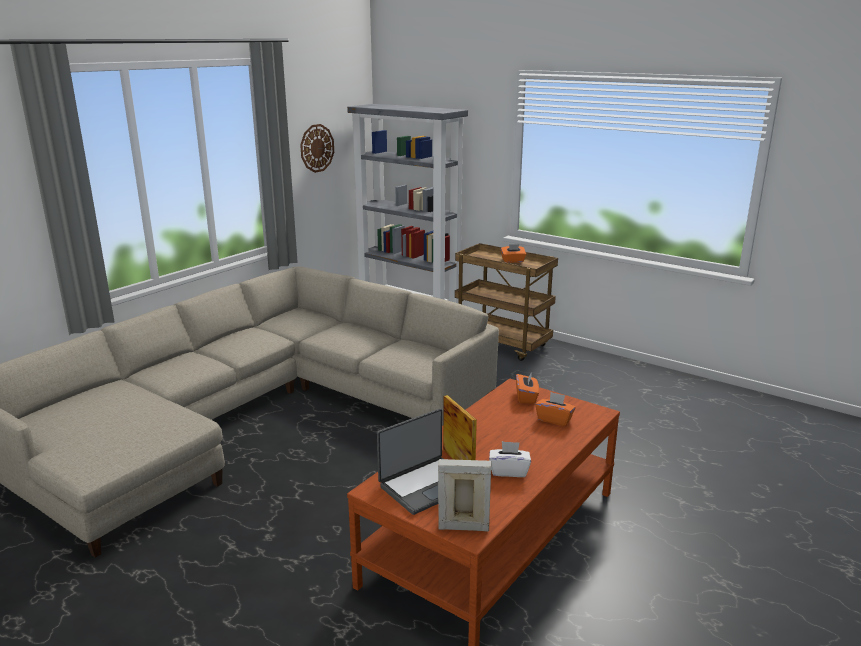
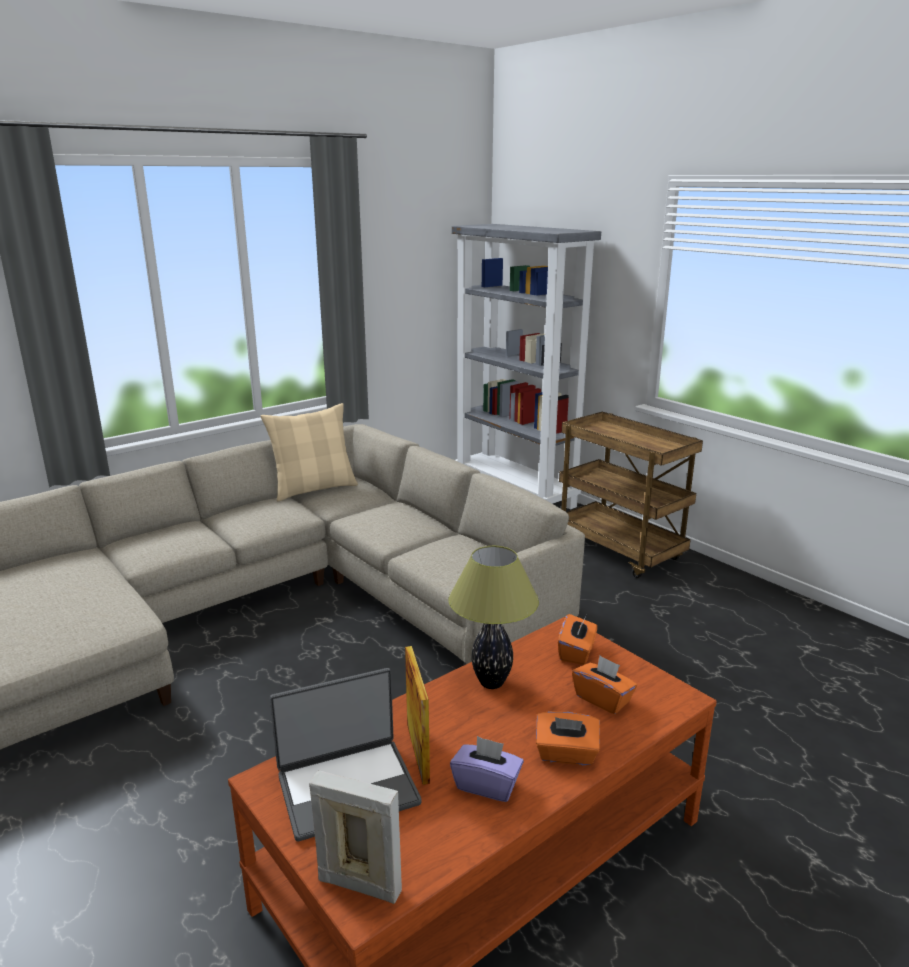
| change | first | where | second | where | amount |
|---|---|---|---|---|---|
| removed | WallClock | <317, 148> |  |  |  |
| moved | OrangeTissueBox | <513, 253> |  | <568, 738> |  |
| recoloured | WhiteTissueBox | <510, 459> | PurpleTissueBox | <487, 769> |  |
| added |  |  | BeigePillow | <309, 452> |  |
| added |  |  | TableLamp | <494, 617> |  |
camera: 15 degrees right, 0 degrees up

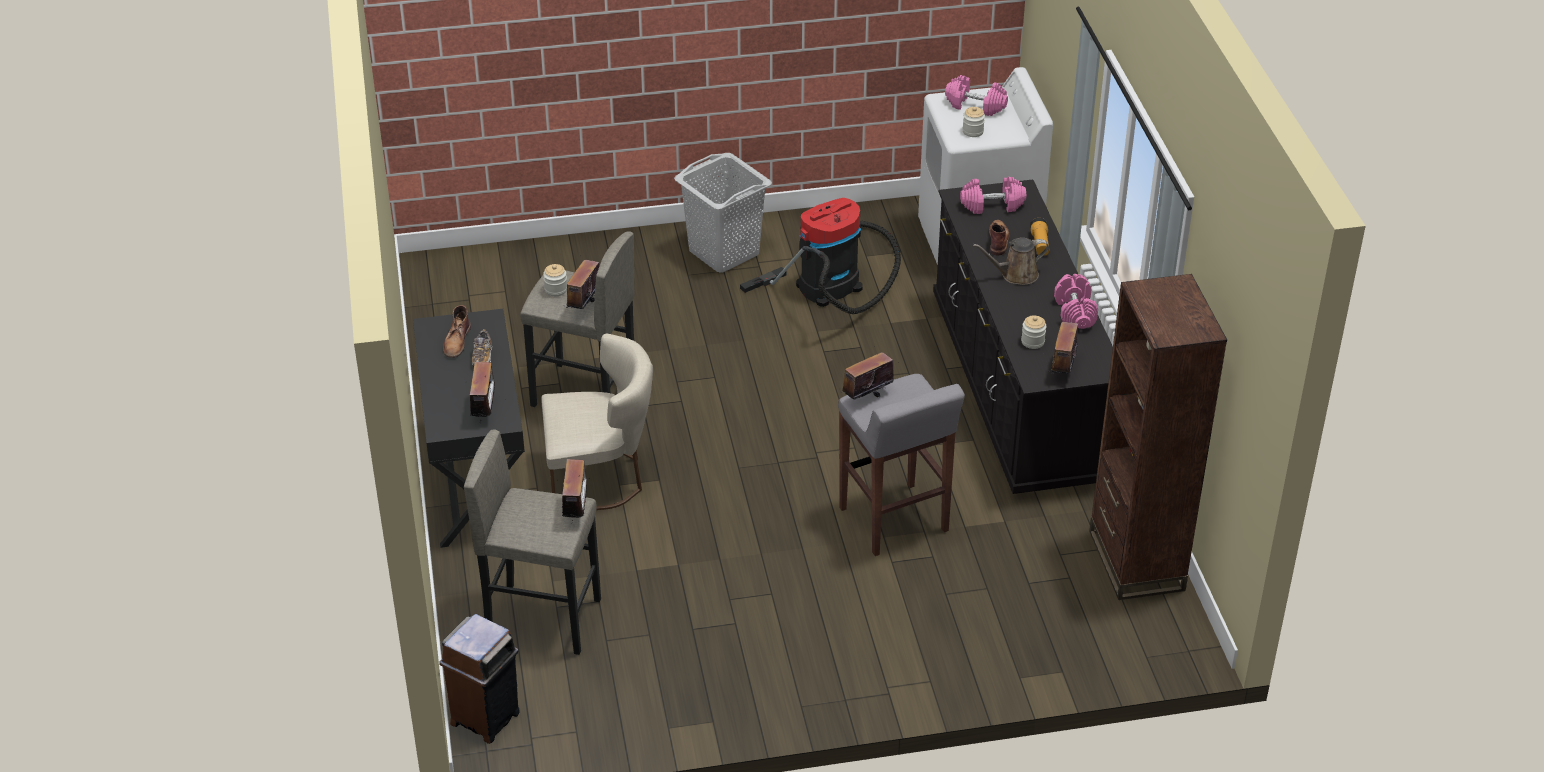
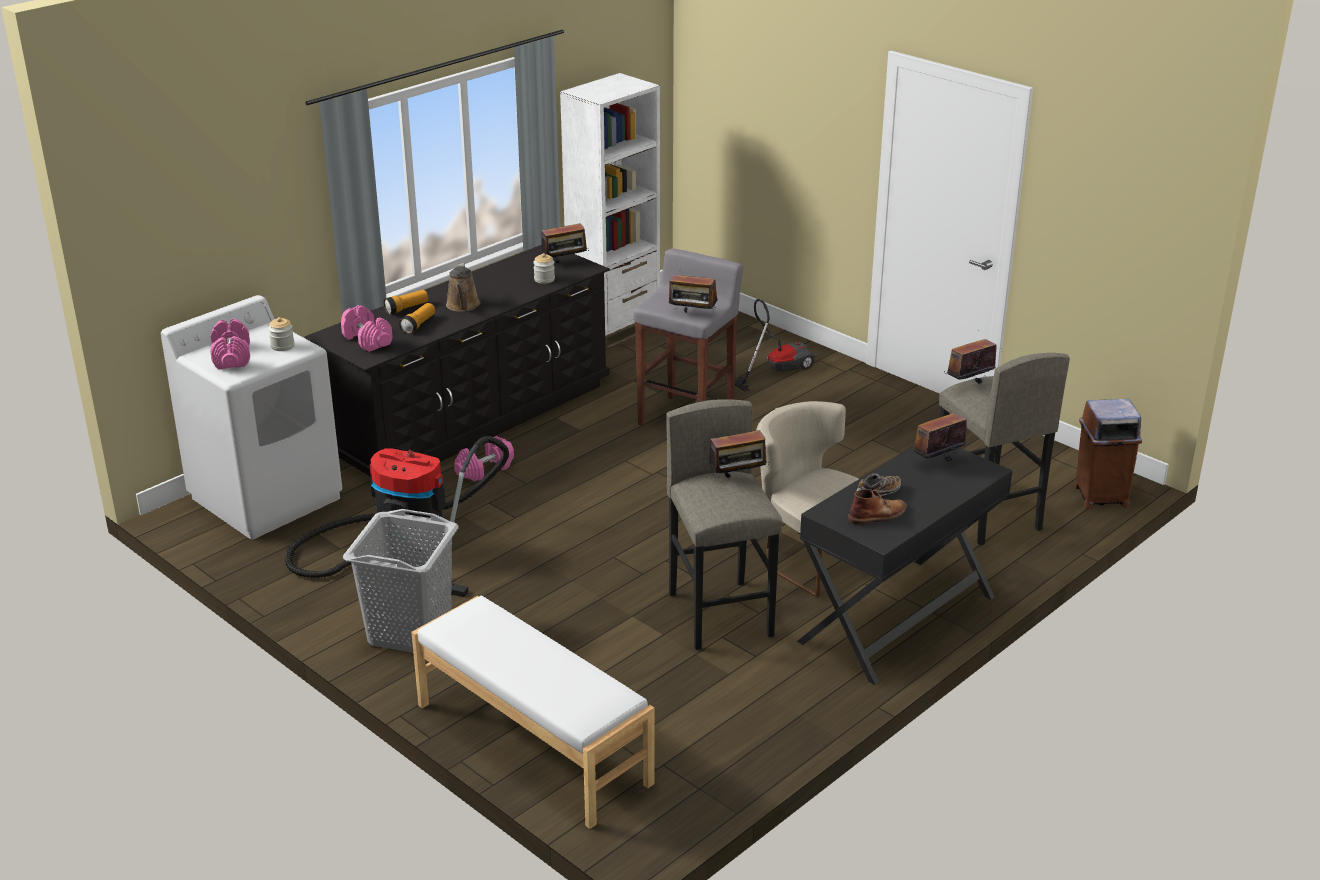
| change | first | where | second | where | amount |
|---|---|---|---|---|---|
| replaced | BrownBoot | <999, 237> | Flashlight | <417, 318> |  |
| turned | BrownWateringCan | <1011, 261> |  | <463, 287> | 45 degrees clockwise |
| removed | Jar | <555, 280> |  |  |  |
| moved | PinkDumbbell | <1076, 301> |  | <484, 459> |  |
| recoloured | BrownBookcase | <1158, 437> | WhiteBookcase | <610, 212> |  |
| added |  |  | VacuumCleaner | <770, 345> |  |
| added |  |  | WhiteBench | <533, 712> |  |
camera: 125 degrees left, 10 degrees down

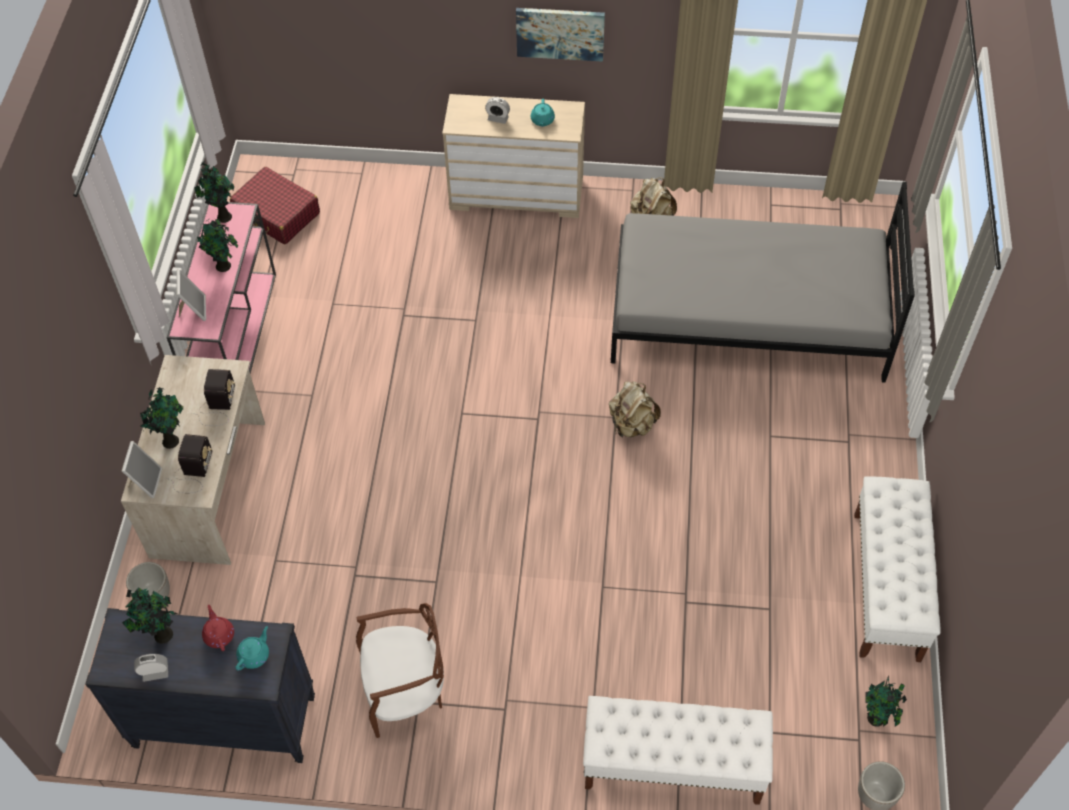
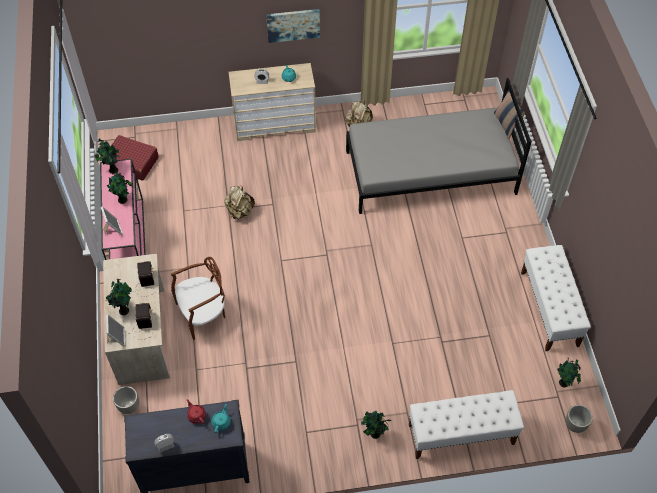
| change | first | where | second | where | amount |
|---|---|---|---|---|---|
| moved | BeigeBackpack | <635, 409> |  | <239, 202> |  |
| moved | PottedPlant | <149, 615> |  | <376, 425> |  |
| moved | BrownChair | <400, 670> |  | <198, 298> |  |
| added |  |  | Pillow | <509, 114> |  |
camera: 15 degrees left, 0 degrees up

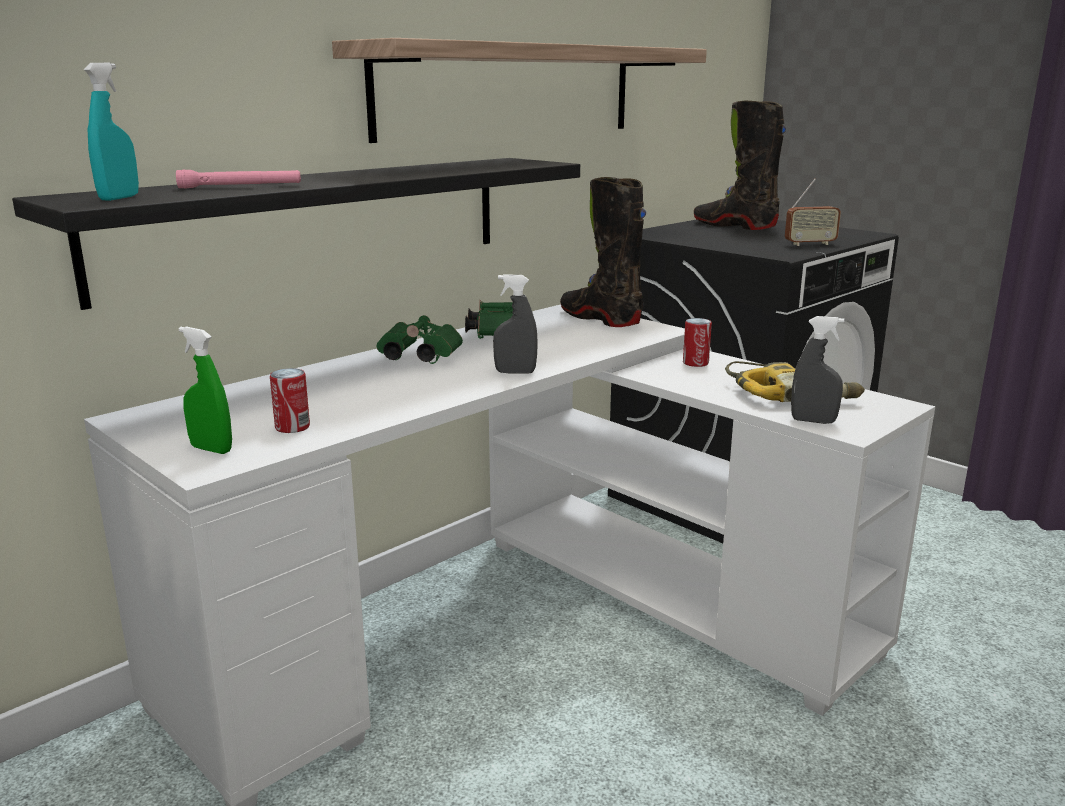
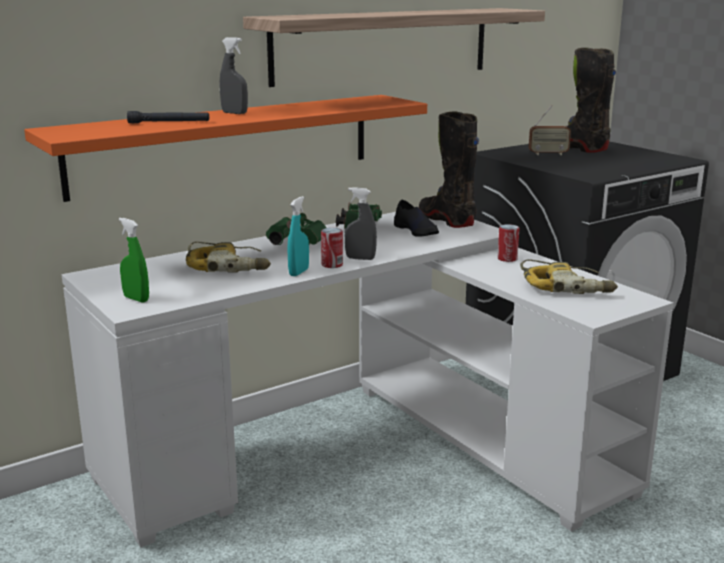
| change | first | where | second | where | amount |
|---|---|---|---|---|---|
| moved | TurquoiseSprayBottle | <111, 132> |  | <298, 236> |  |
| recoloured | BlackShelf | <296, 234> | OrangeShelf | <225, 148> |  |
| recoloured | PinkFlashlight | <238, 179> | BlackFlashlight | <168, 117> |  |
| moved | Radio | <813, 212> |  | <550, 130> |  |
| moved | GreySprayBottle | <818, 370> |  | <234, 75> |  |
| moved | Can | <290, 400> |  | <332, 248> |  |
| added |  |  | BlackShoe | <416, 218> |  |
| added |  |  | PowerDrill | <228, 256> |  |
camera: 10 degrees right, 0 degrees up

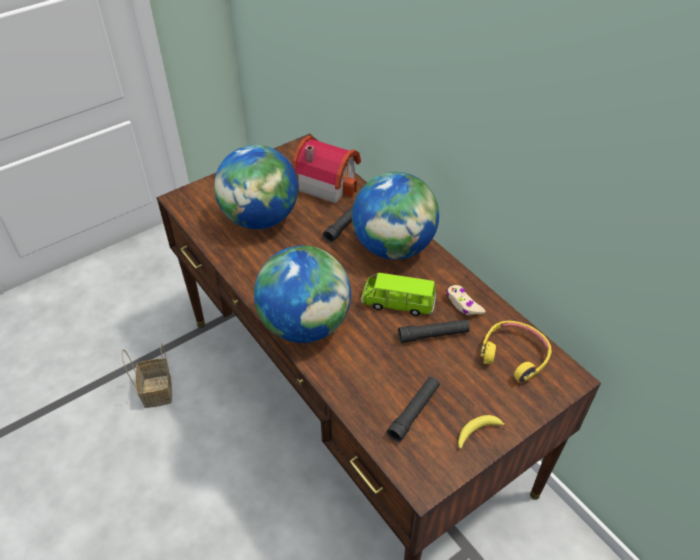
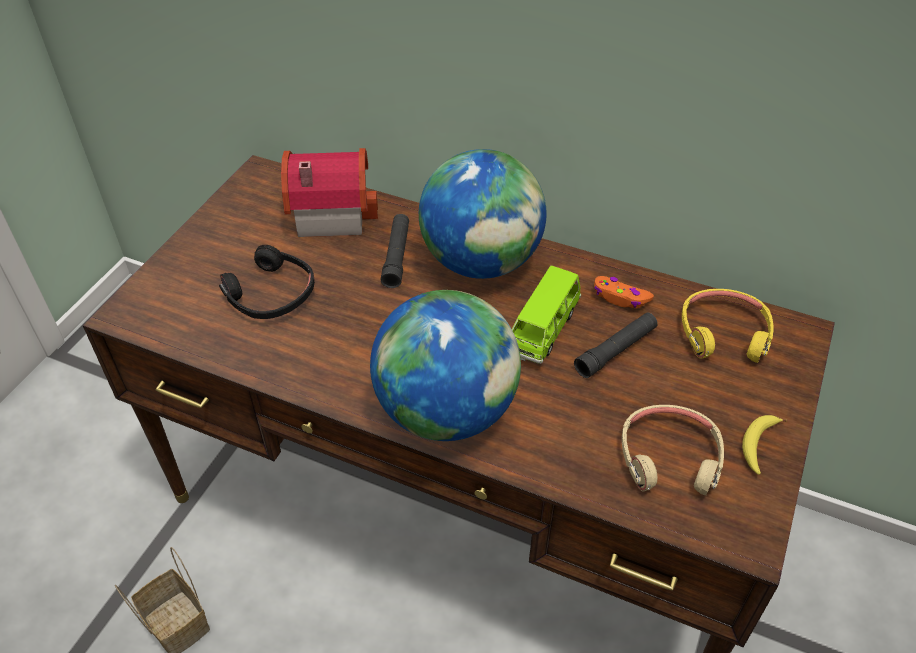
| change | first | where | second | where | amount |
|---|---|---|---|---|---|
| replaced | Globe | <256, 187> | BlackHeadphones | <267, 282> |  |
| turned | GreenToyCar | <398, 294> |  | <546, 315> | 45 degrees counterclockwise |
| recoloured | BeigeGameController | <465, 300> | OrangeGameController | <624, 292> |  |
| replaced | BlackFlashlight | <413, 409> | BeigeHeadphones | <673, 450> |  |
camera: 30 degrees left, 0 degrees up

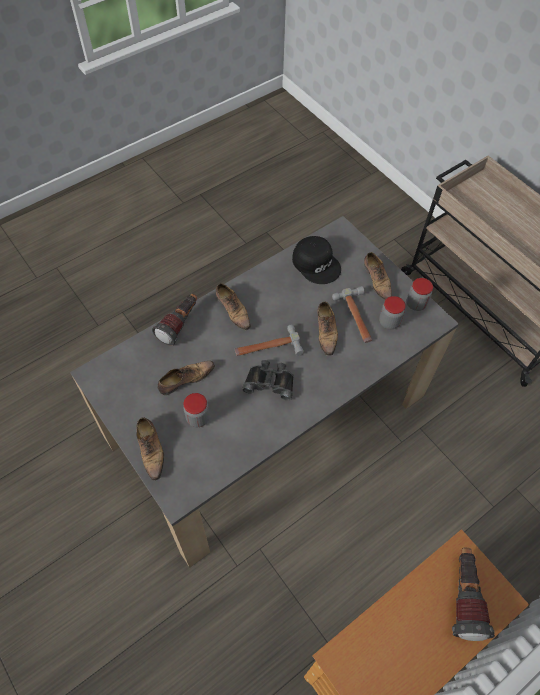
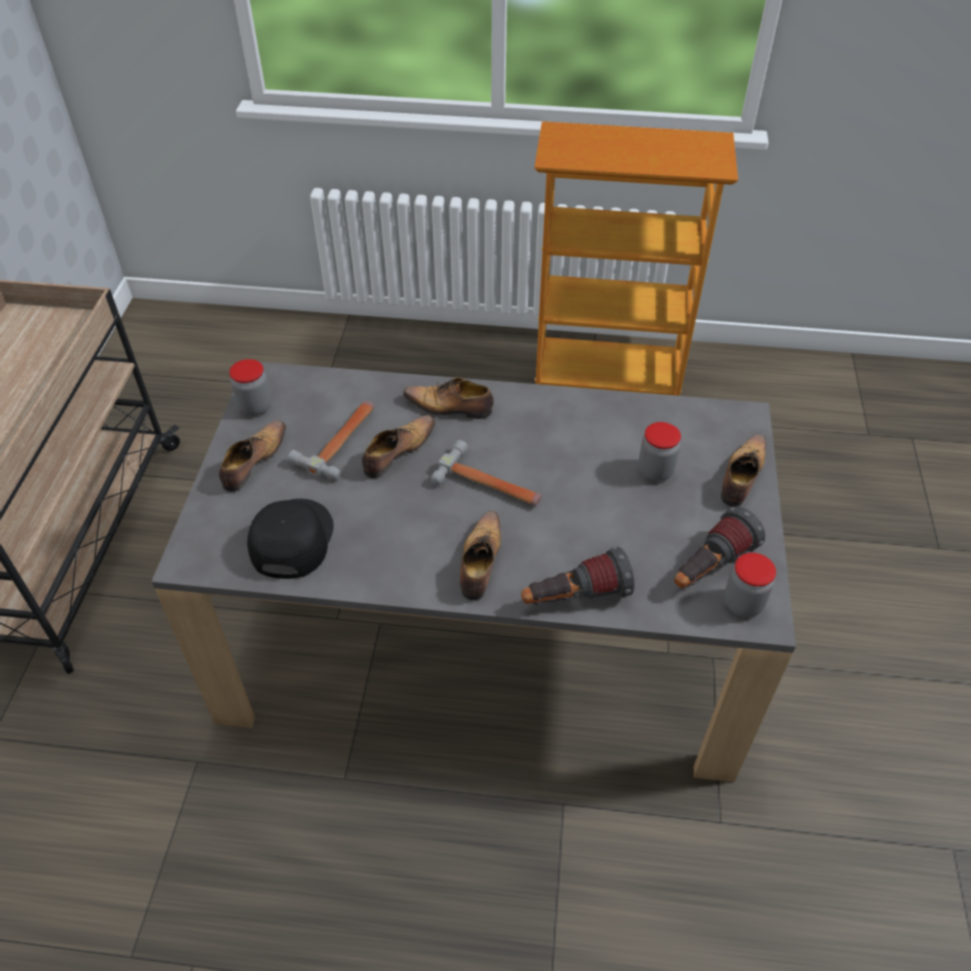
| change | first | where | second | where | amount |
|---|---|---|---|---|---|
| moved | Jar | <392, 313> |  | <750, 585> |  |
| removed | BlackBinoculars | <268, 380> |  |  |  |
| moved | Shoe | <186, 378> |  | <448, 398> |  |
| moved | Flashlight | <473, 594> |  | <719, 547> |  |
camera: 135 degrees left, 10 degrees down

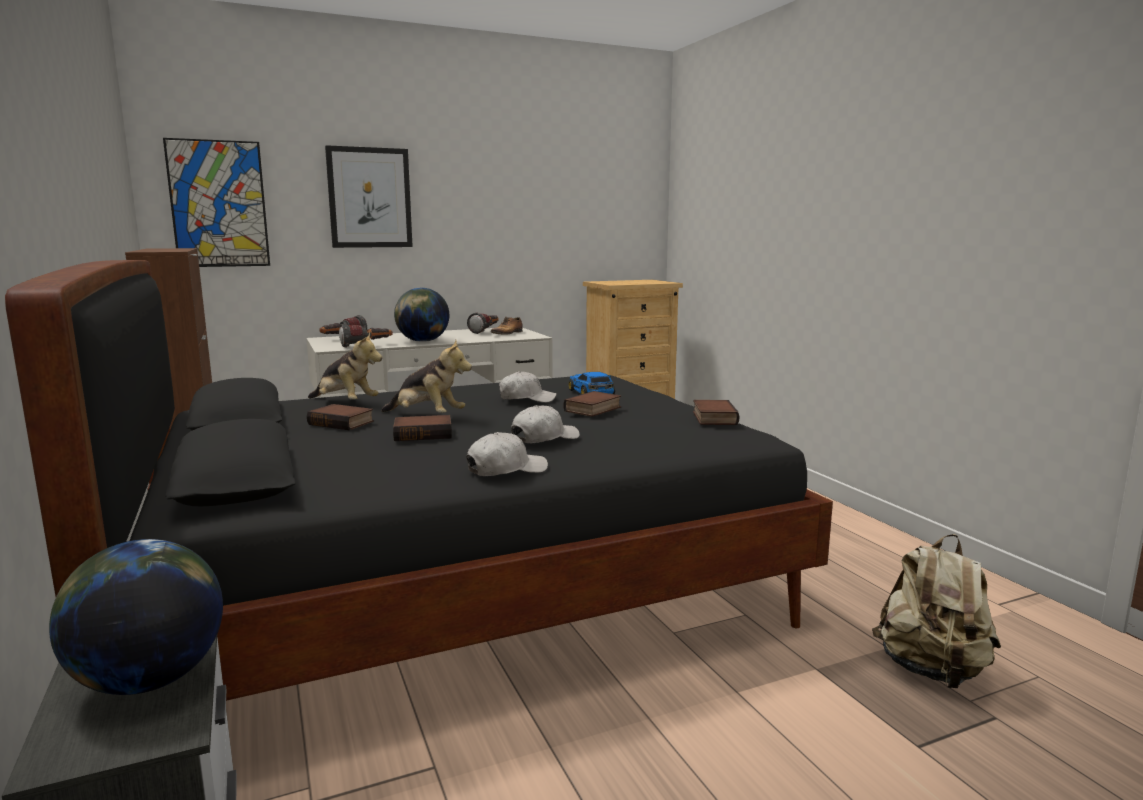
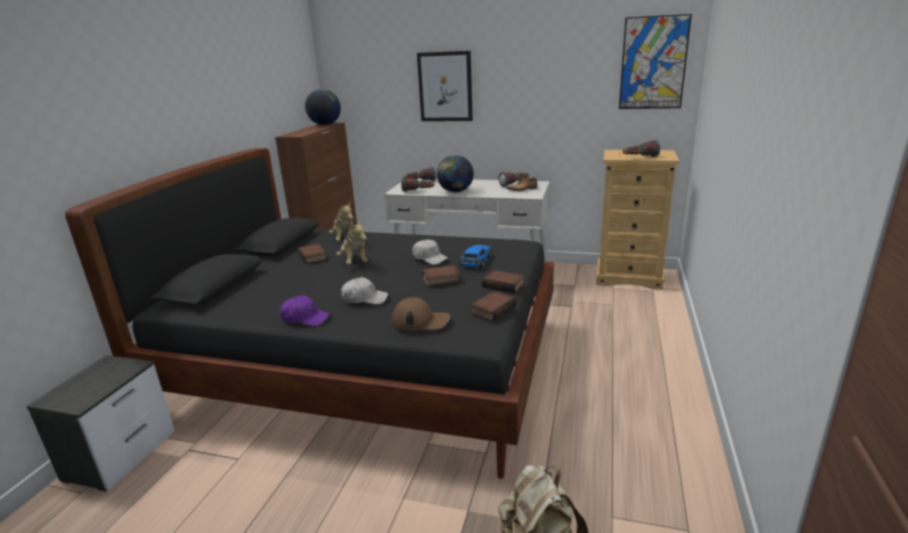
| change | first | where | second | where | amount |
|---|---|---|---|---|---|
| moved | Picture | <216, 202> |  | <655, 61> |  |
| moved | Book | <422, 428> |  | <503, 281> |  |
| recoloured | WhiteCap | <507, 454> | PurpleCap | <305, 311> |  |
| moved | Globe | <136, 617> |  | <323, 107> |  |
| added |  |  | Flashlight | <641, 148> |  |
| added |  |  | BrownCap | <421, 314> |  |
camera: 40 degrees right, 10 degrees up

